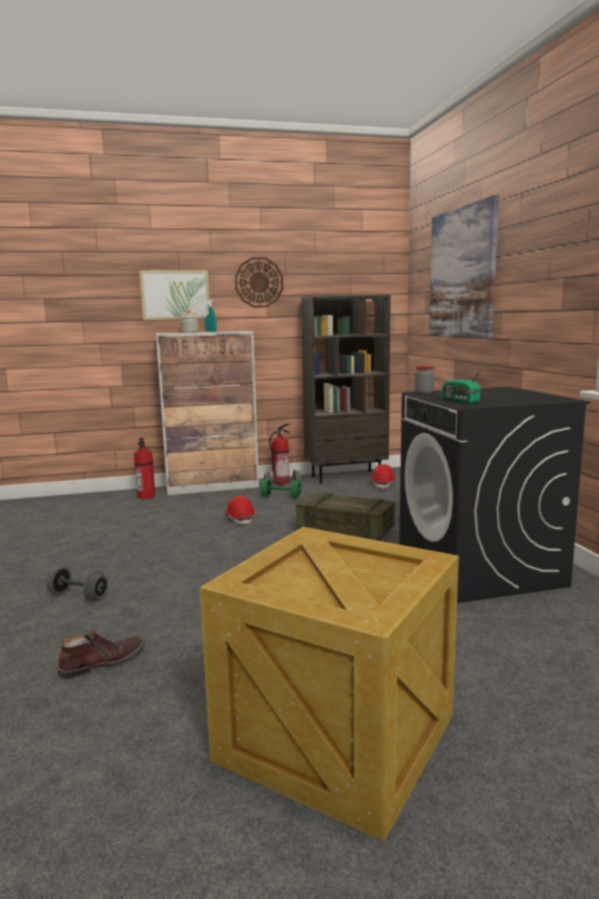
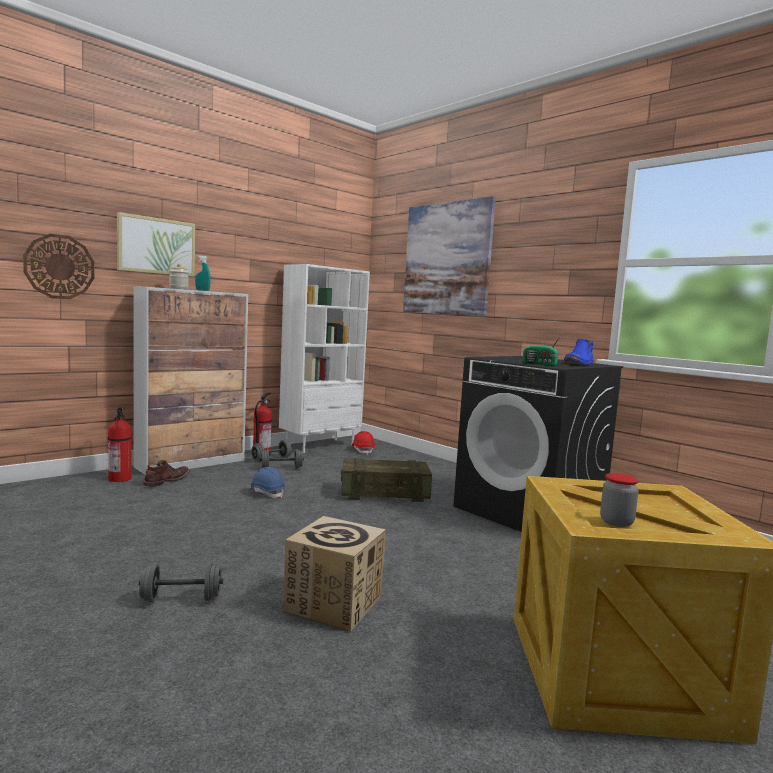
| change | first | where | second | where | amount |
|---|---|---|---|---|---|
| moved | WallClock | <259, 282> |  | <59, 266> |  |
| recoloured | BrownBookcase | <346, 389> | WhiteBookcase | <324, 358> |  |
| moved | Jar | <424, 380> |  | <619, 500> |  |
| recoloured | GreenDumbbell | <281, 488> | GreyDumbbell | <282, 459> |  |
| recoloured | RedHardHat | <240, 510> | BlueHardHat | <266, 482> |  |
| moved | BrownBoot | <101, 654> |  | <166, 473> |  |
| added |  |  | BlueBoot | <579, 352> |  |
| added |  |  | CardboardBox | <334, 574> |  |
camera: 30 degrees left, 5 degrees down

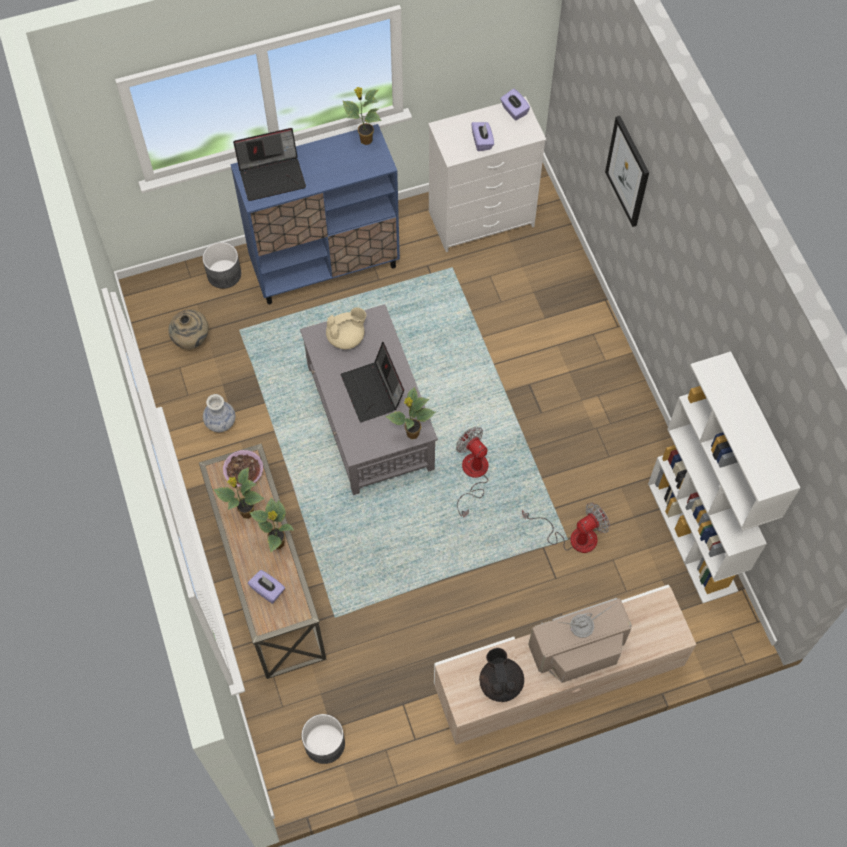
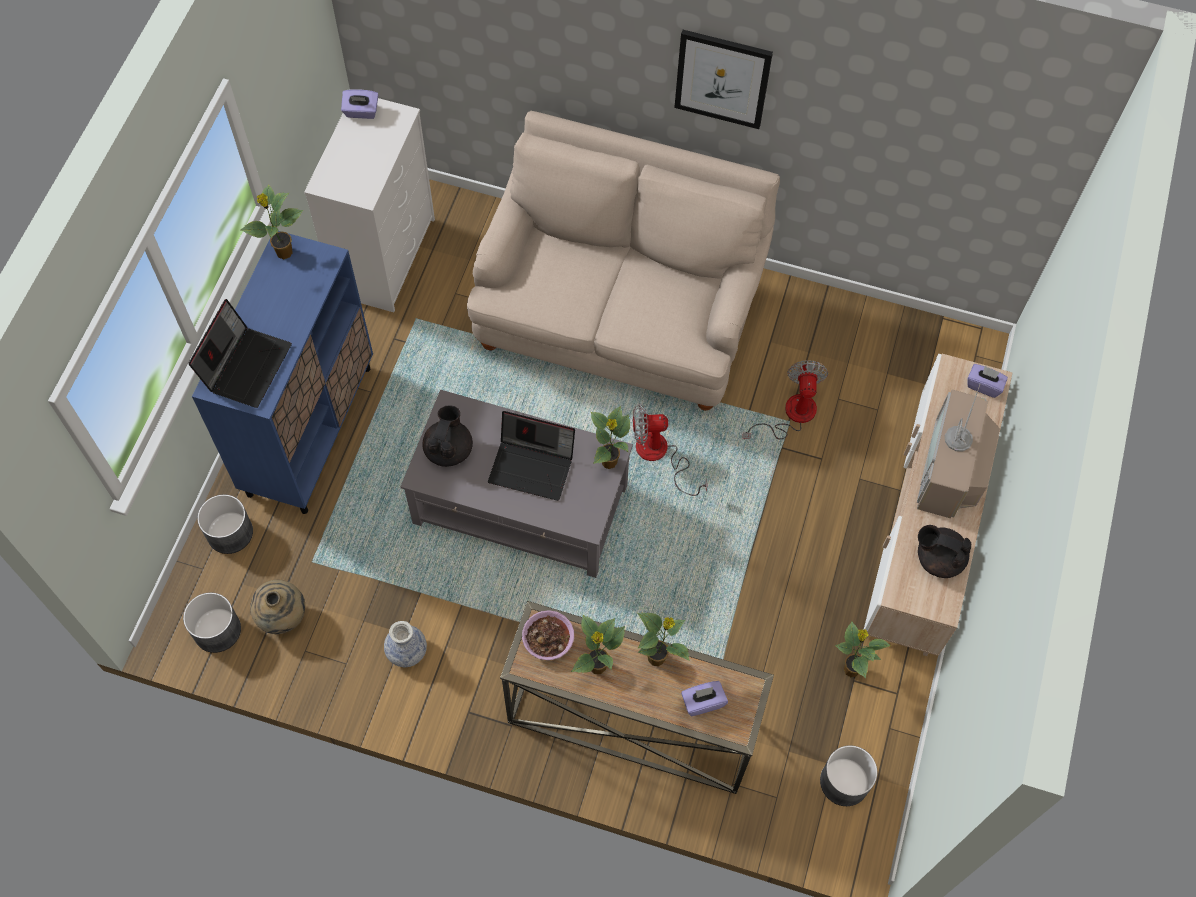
| change | first | where | second | where | amount |
|---|---|---|---|---|---|
| moved | Picture | <627, 171> |  | <723, 79> |  |
| moved | PurpleTissueBox | <482, 136> |  | <987, 381> |  |
| recoloured | BeigeTeapot | <346, 328> | BlackTeapot | <447, 436> |  |
| removed | WhiteBookcase | <724, 477> |  |  |  |
| added |  |  | BeigeSofa | <623, 261> |  |
| added |  |  | GreyPlanter | <212, 623> |  |
| added |  |  | PottedPlant | <863, 649> |  |
camera: 55 degrees left, 0 degrees up

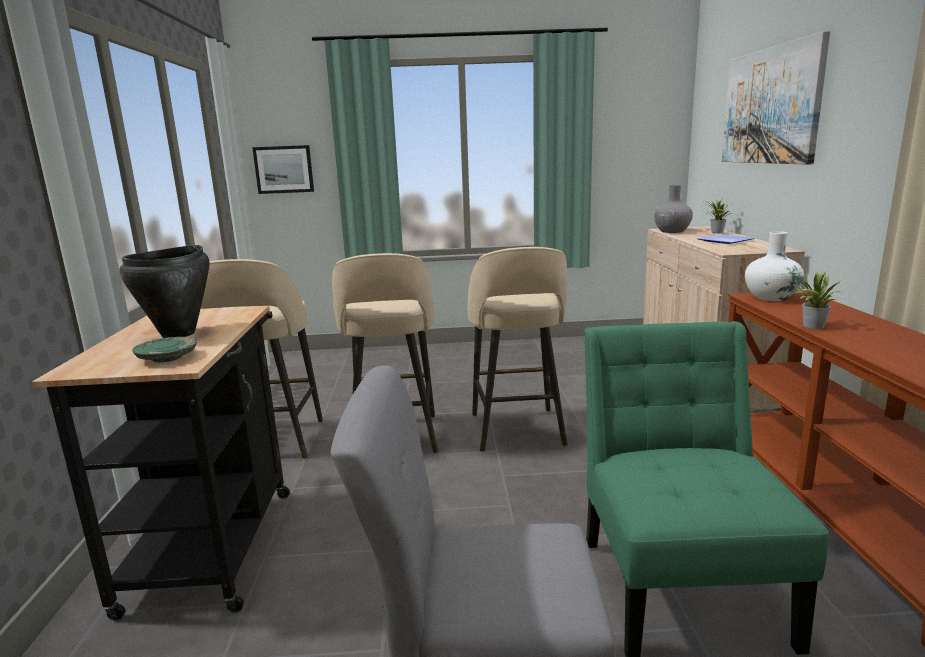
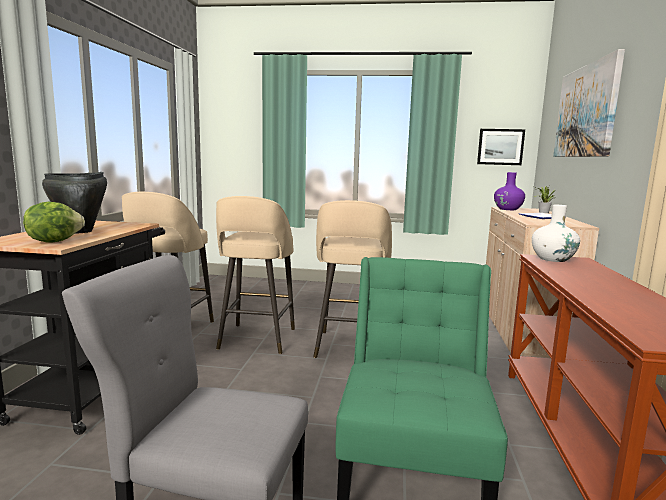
| change | first | where | second | where | amount |
|---|---|---|---|---|---|
| moved | Picture | <283, 169> |  | <501, 147> |  |
| recoloured | GreyVase | <673, 209> | PurpleVase | <509, 191> |  |
| removed | PottedPlant | <817, 300> |  |  |  |
| replaced | GreenPlate | <164, 349> | Lettuce | <54, 222> |  |
camera: 10 degrees right, 5 degrees down

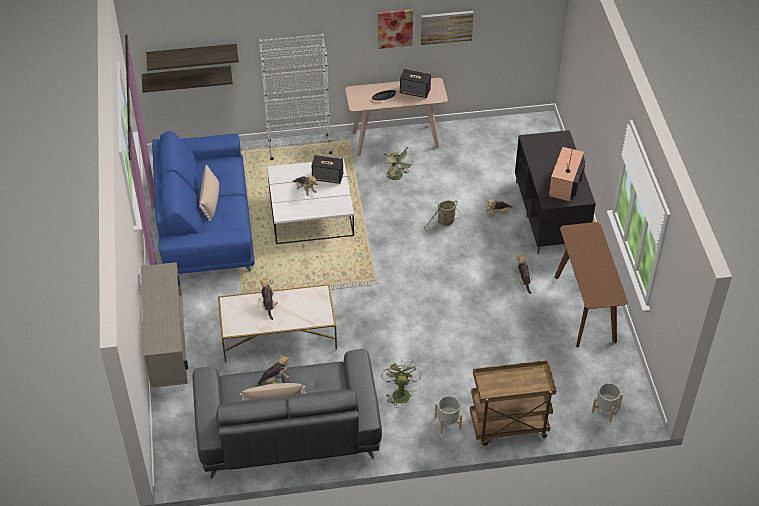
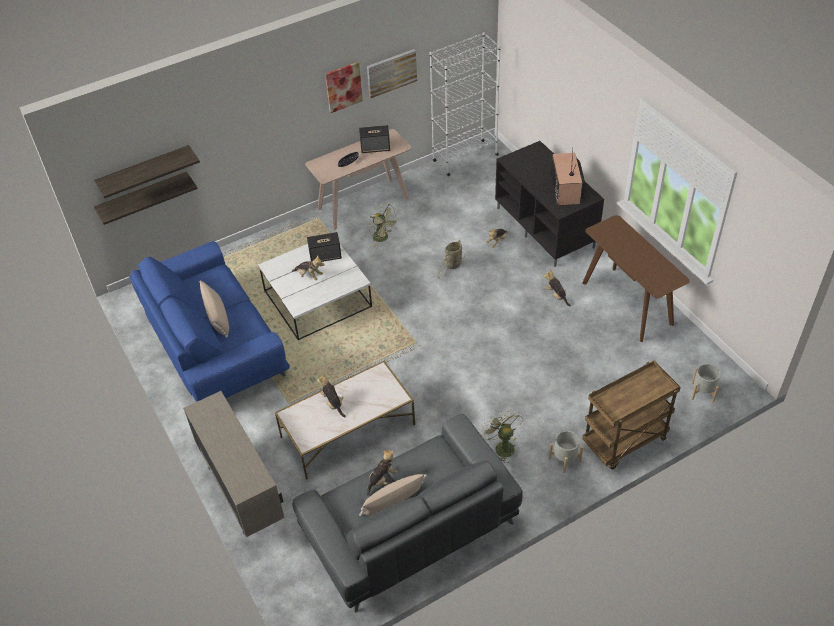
| change | first | where | second | where | amount |
|---|---|---|---|---|---|
| moved | WhiteBookcase | <295, 97> |  | <465, 104> |  |
camera: 20 degrees left, 0 degrees up

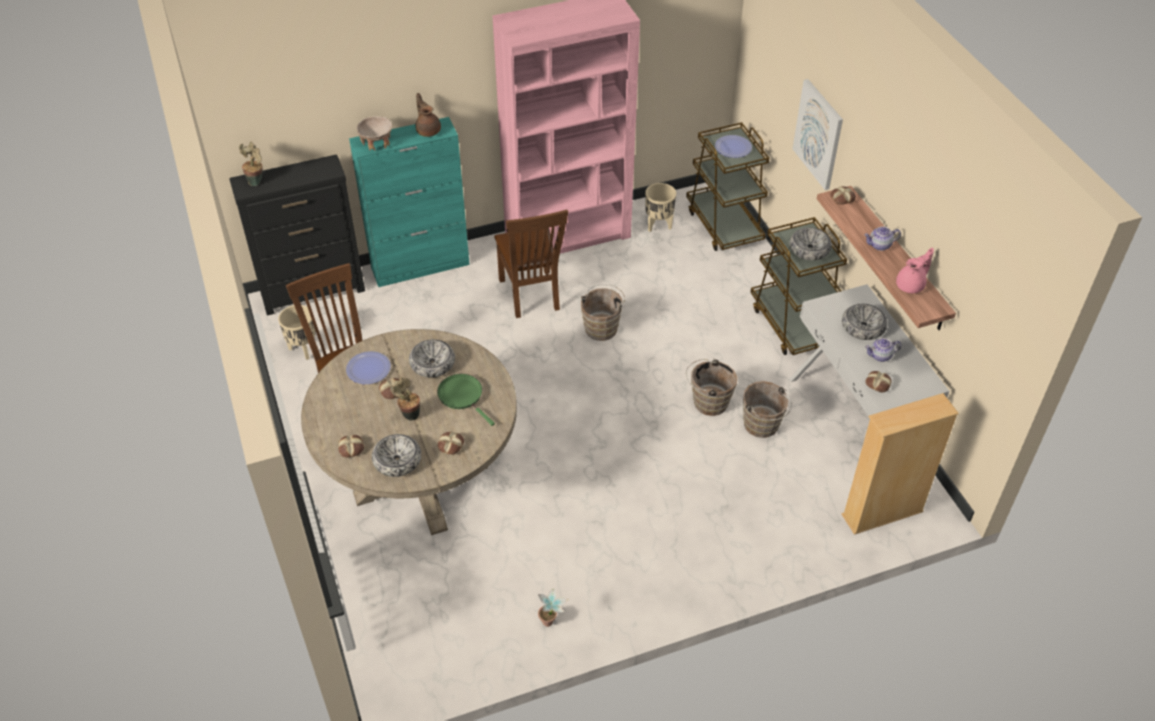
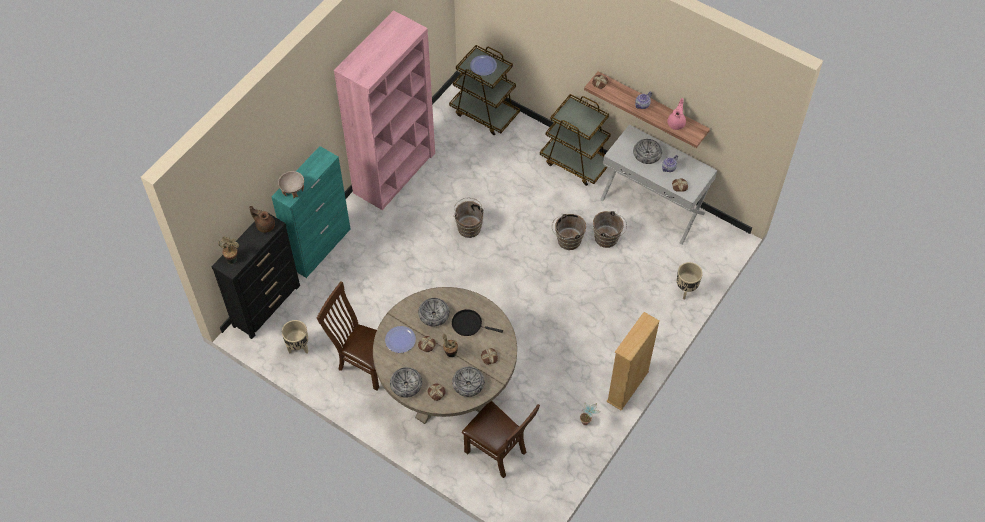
| change | first | where | second | where | amount |
|---|---|---|---|---|---|
| removed | Picture | <818, 134> |  |  |  |
| moved | BrownTeapot | <428, 115> |  | <262, 219> |  |
| moved | BeigePlanter | <660, 207> |  | <690, 280> |  |
| moved | BrownChair | <531, 264> |  | <501, 439> |  |
| moved | Bowl | <811, 244> |  | <406, 382> |  |
| recoloured | GreenFryingPan | <466, 400> | BlackFryingPan | <477, 322> |  |
| moved | BeigeBookcase | <900, 464> |  | <633, 361> |  |
camera: 35 degrees left, 10 degrees up

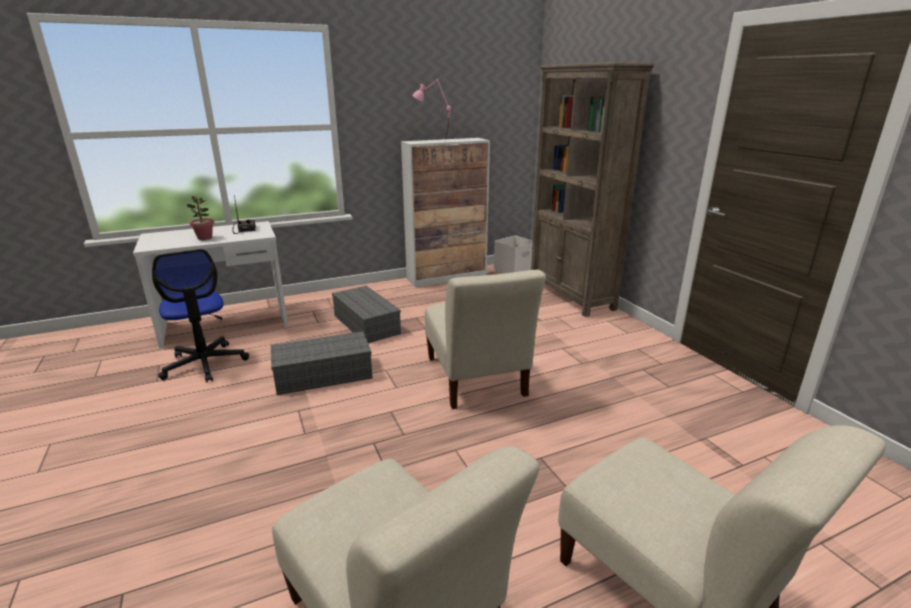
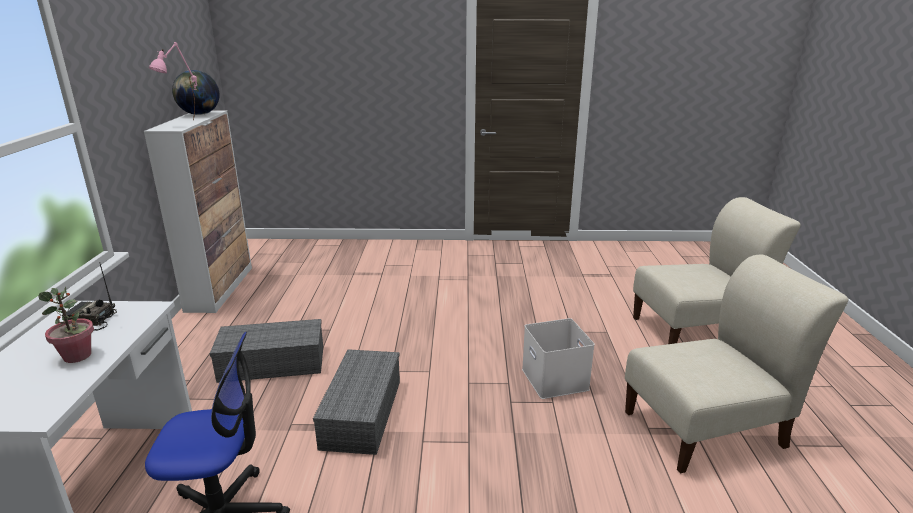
| change | first | where | second | where | amount |
|---|---|---|---|---|---|
| removed | BrownBookcase | <592, 189> |  |  |  |
| moved | WhiteStorageBox | <513, 254> |  | <558, 358> |  |
| removed | BeigeChair | <485, 339> |  |  |  |
| added |  |  | Globe | <196, 92> |  |
camera: 65 degrees left, 0 degrees up

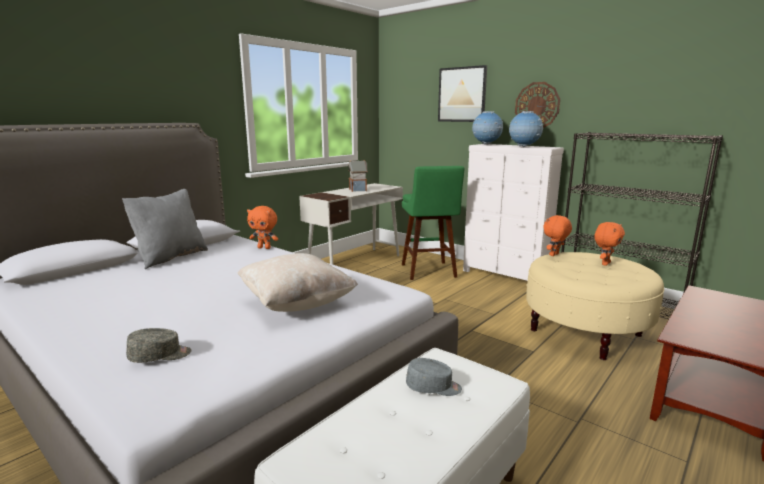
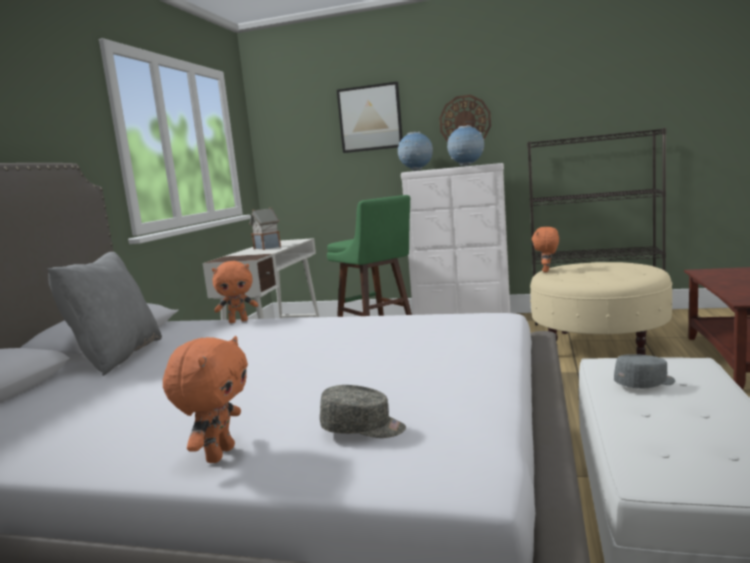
| change | first | where | second | where | amount |
|---|---|---|---|---|---|
| moved | OrangePlushToy | <609, 244> |  | <205, 399> |  |
| removed | BeigePillow | <298, 282> |  |  |  |
| turned | GreyCap | <158, 345> |  | <363, 411> | 60 degrees clockwise |
camera: 25 degrees left, 5 degrees down

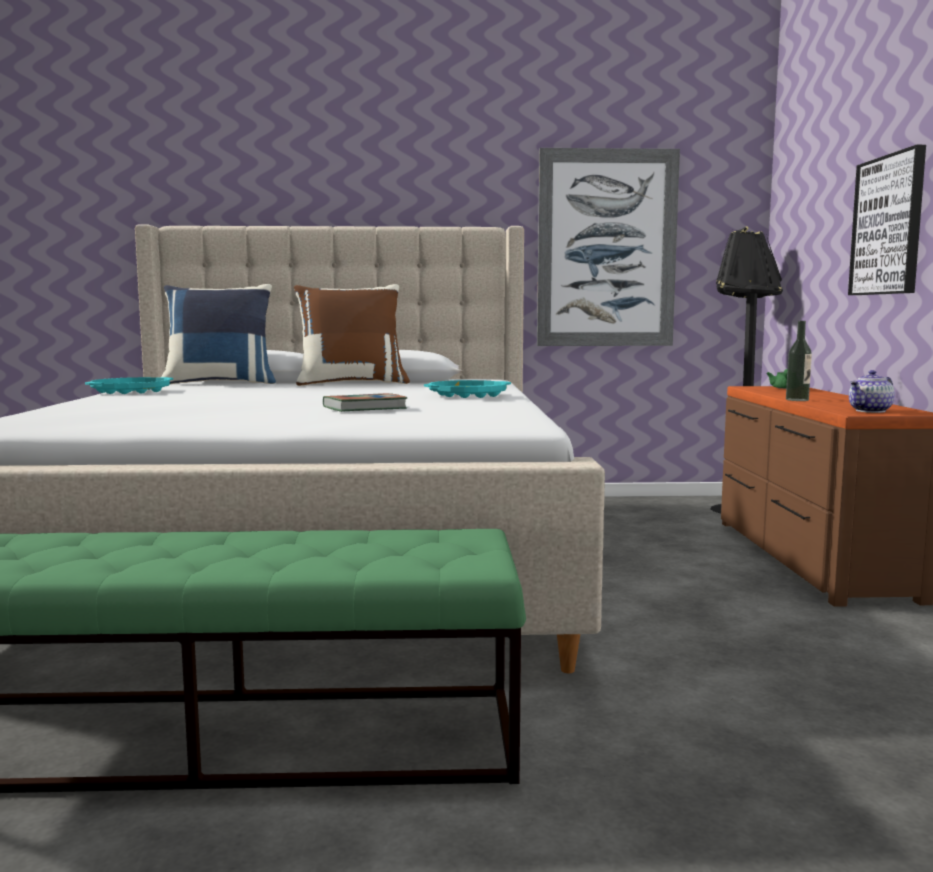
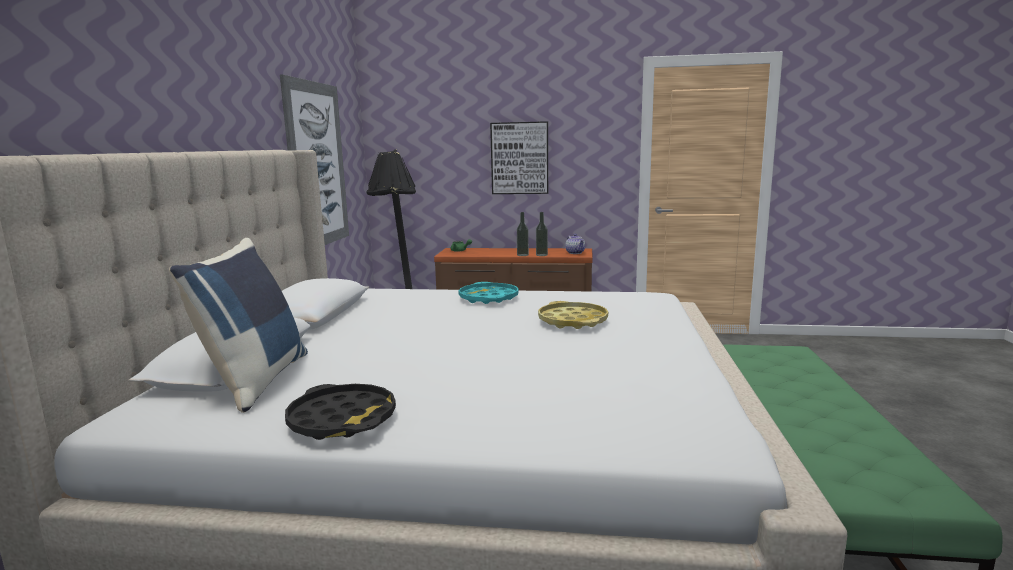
| change | first | where | second | where | amount |
|---|---|---|---|---|---|
| removed | BrownPillow | <352, 335> |  |  |  |
| recoloured | TurquoiseTray | <129, 385> | BlackTray | <340, 412> |  |
| replaced | Book | <365, 402> | YellowTray | <573, 315> |  |
| added |  |  | Bottle | <542, 234> |  |
camera: 80 degrees left, 5 degrees up

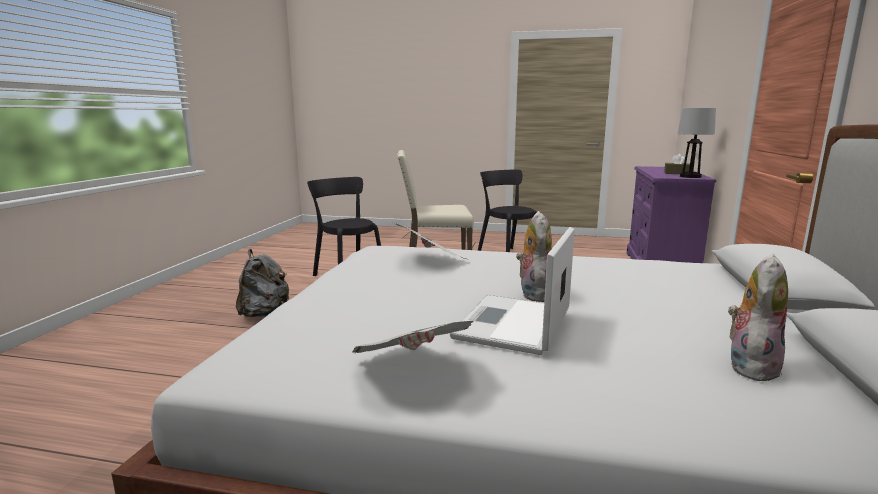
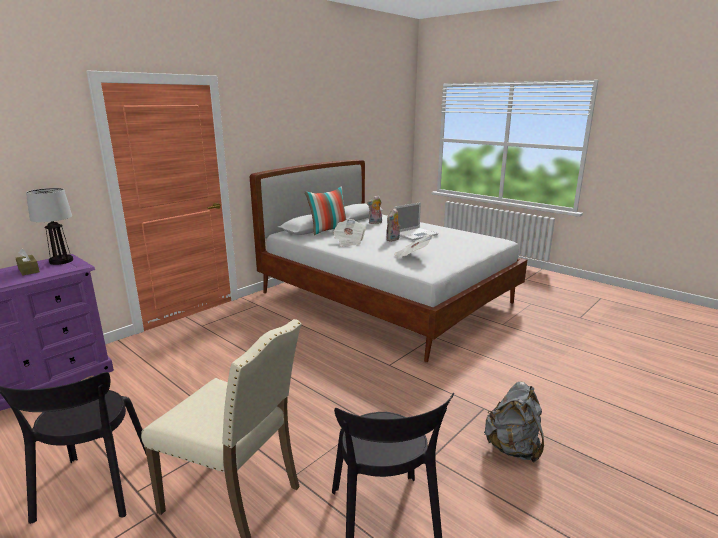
| change | first | where | second | where | amount |
|---|---|---|---|---|---|
| moved | Newspaper | <413, 337> |  | <349, 233> |  |
| added |  |  | Pillow | <326, 210> |  |
camera: 150 degrees left, 5 degrees up

